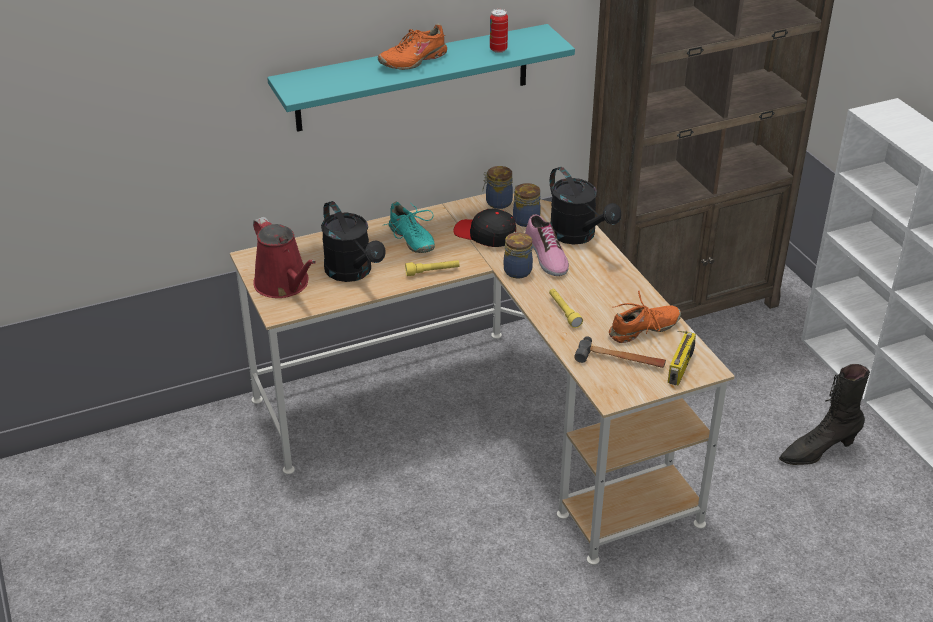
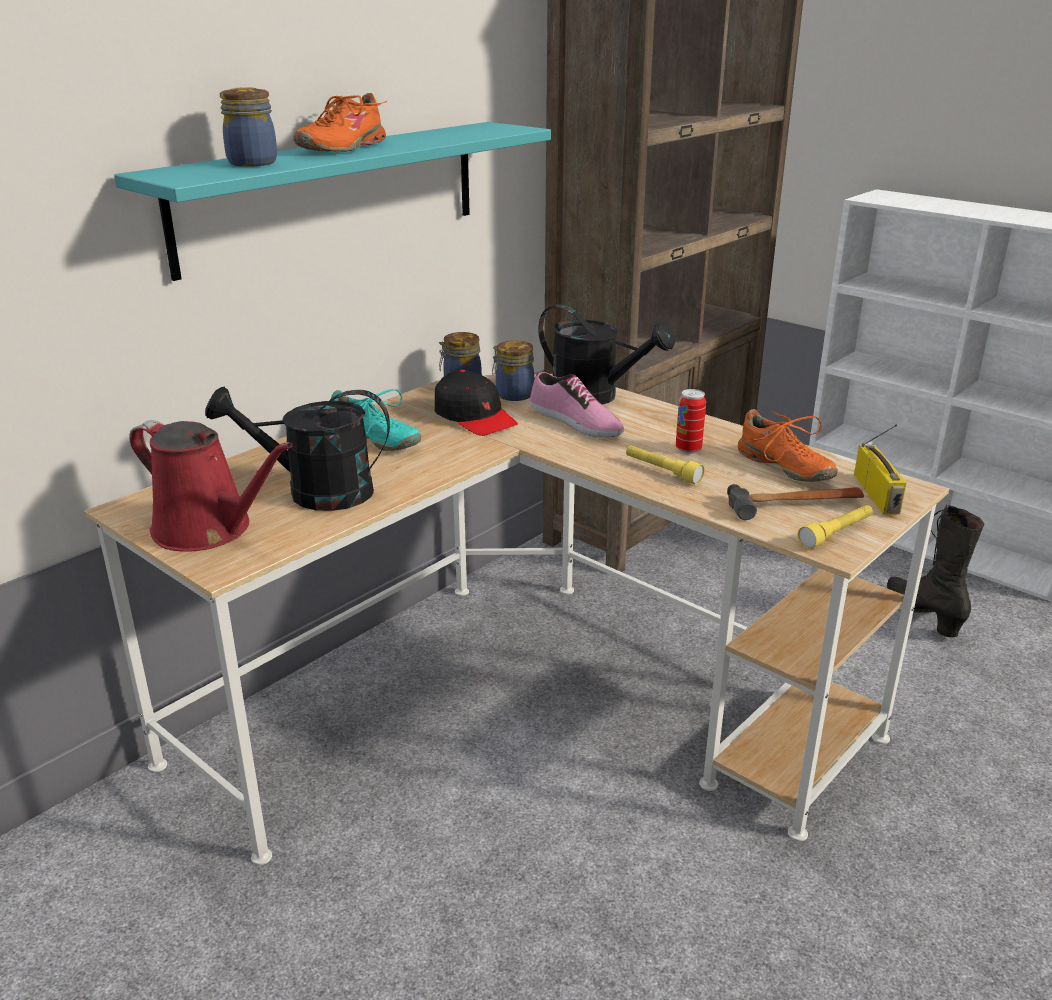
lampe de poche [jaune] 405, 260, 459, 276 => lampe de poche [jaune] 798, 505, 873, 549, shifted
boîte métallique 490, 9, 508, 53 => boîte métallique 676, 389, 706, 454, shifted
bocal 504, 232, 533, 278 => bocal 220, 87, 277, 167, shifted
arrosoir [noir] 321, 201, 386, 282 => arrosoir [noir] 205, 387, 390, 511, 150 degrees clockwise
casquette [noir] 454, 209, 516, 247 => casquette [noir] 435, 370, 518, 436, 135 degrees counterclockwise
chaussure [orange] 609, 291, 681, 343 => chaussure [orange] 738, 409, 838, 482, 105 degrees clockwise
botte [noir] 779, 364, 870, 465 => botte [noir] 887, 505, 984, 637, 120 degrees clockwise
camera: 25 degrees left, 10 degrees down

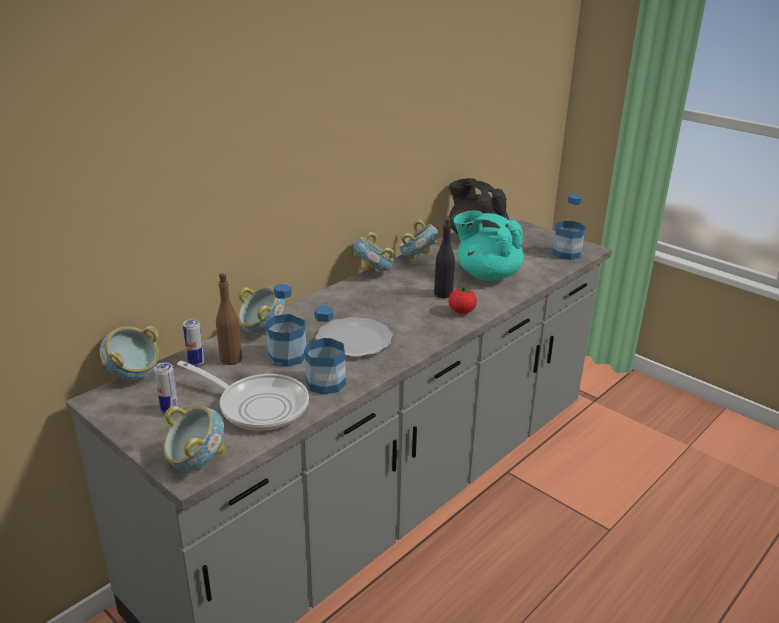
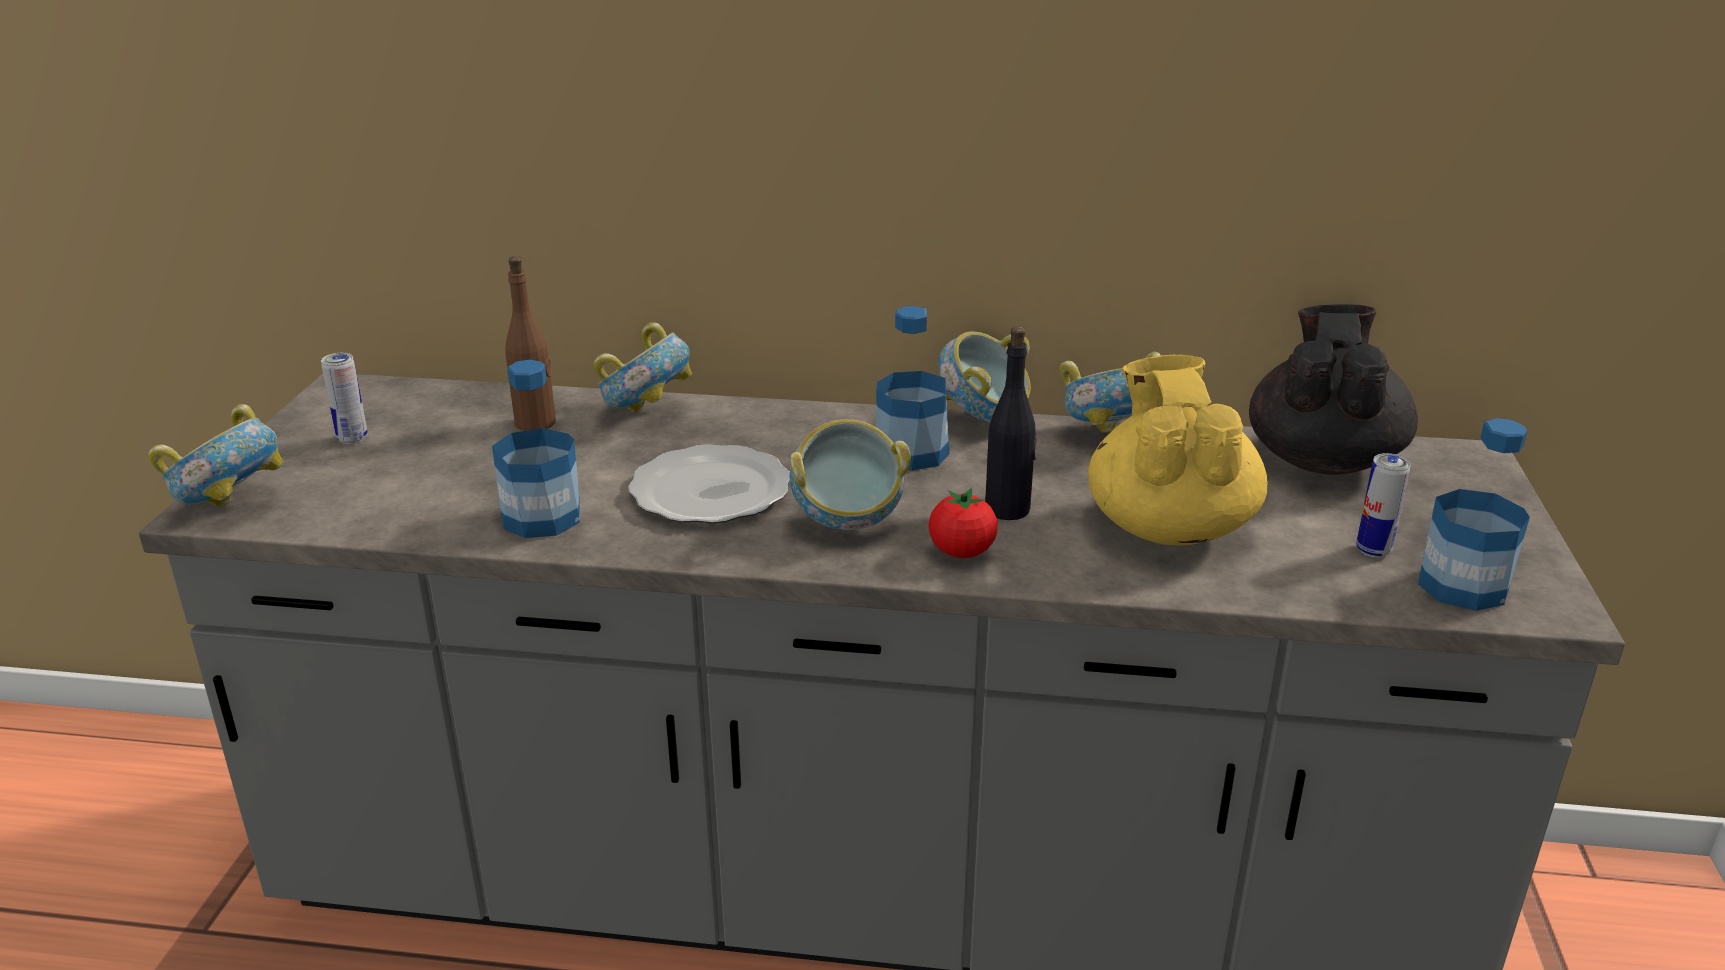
poêle 177, 361, 309, 430 => nothing
bol 100, 326, 159, 380 => bol 789, 419, 911, 530, shifted
boîte métallique 183, 319, 204, 367 => boîte métallique 1357, 453, 1411, 558, shifted
bouteille 266, 284, 306, 367 => bouteille 876, 306, 949, 471, shifted
théière [turquoise] 453, 210, 524, 281 => théière [jaune] 1088, 354, 1268, 545
camera: 55 degrees right, 0 degrees up

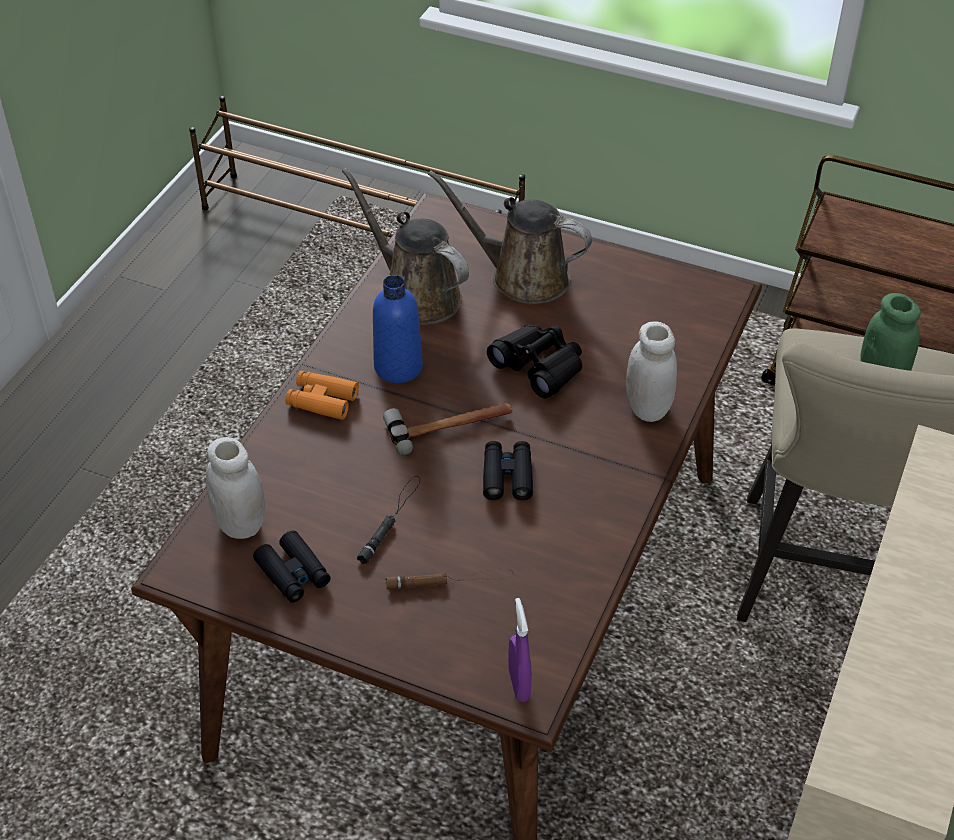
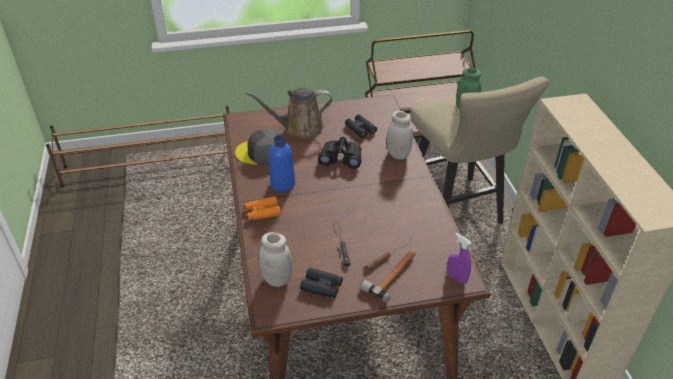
marteau 383, 403, 512, 455 => marteau 360, 250, 416, 302, shifted
jumelles [noir] 483, 441, 533, 501 => jumelles [noir] 345, 114, 377, 139, shifted
arrosoir [marron] 342, 168, 469, 325 => casquette [gris] 235, 129, 279, 166
camera: 35 degrees left, 5 degrees down

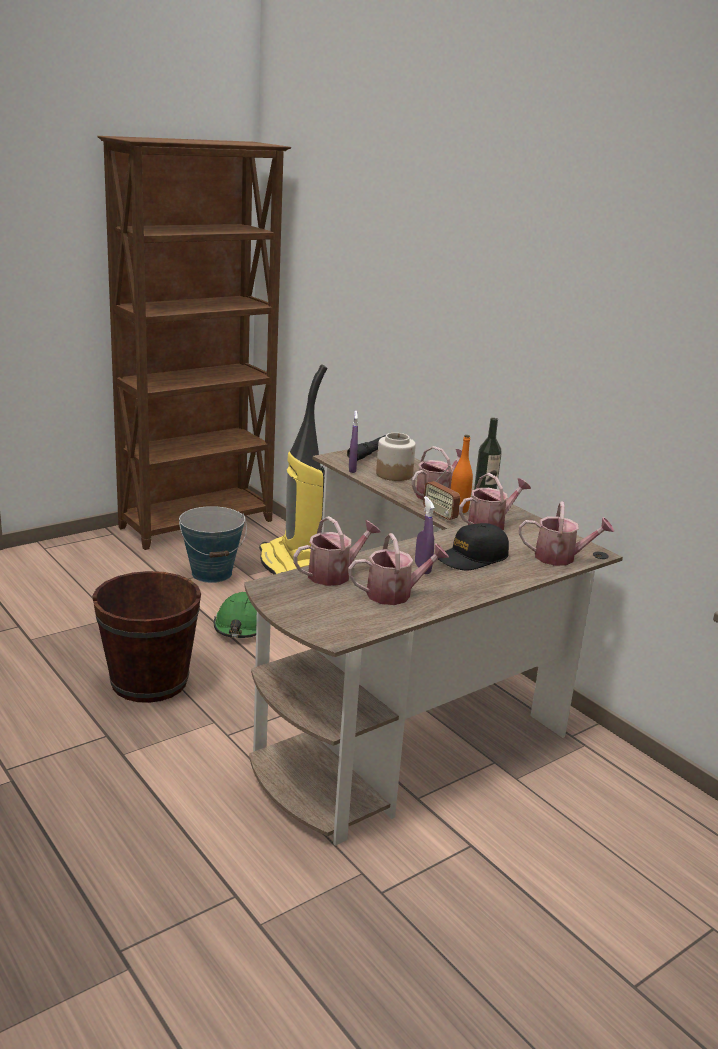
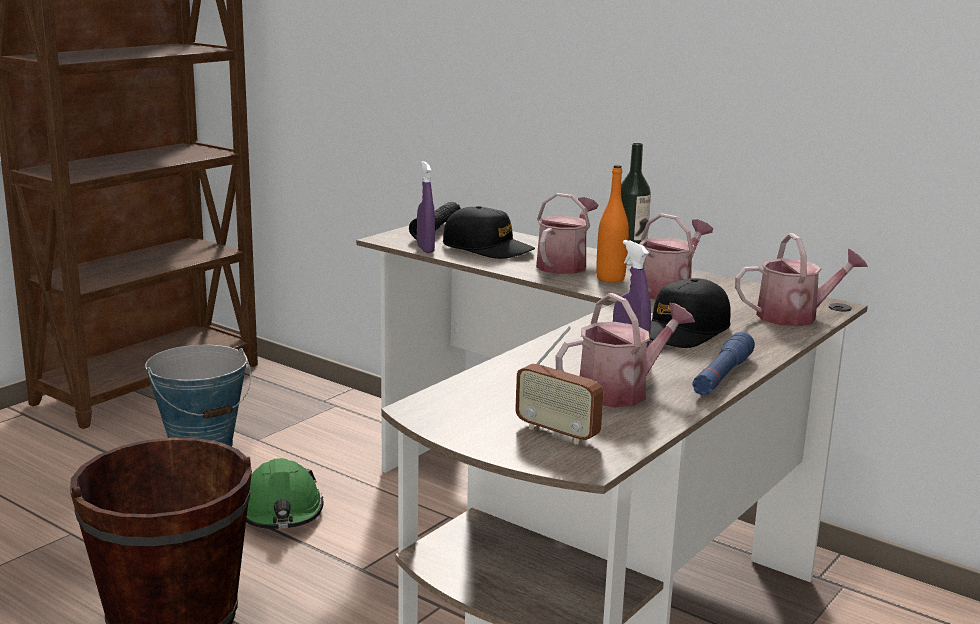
aspirateur 259, 364, 327, 574 => nothing
arrosoir 293, 516, 381, 586 => nothing
nothing => lampe de poche [bleu] 692, 332, 755, 396
radio 423, 465, 460, 522 => radio 515, 326, 603, 444, shifted
bocal 376, 433, 416, 481 => casquette [noir] 443, 206, 535, 259
camera: 15 degrees left, 5 degrees down

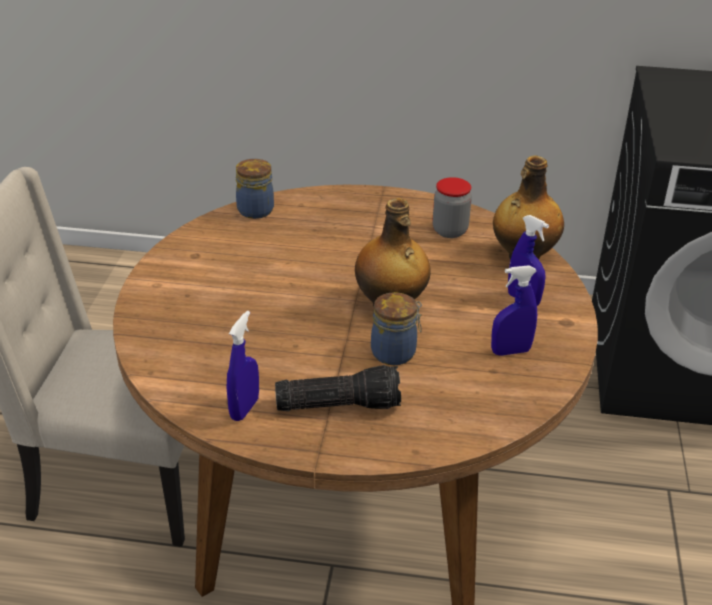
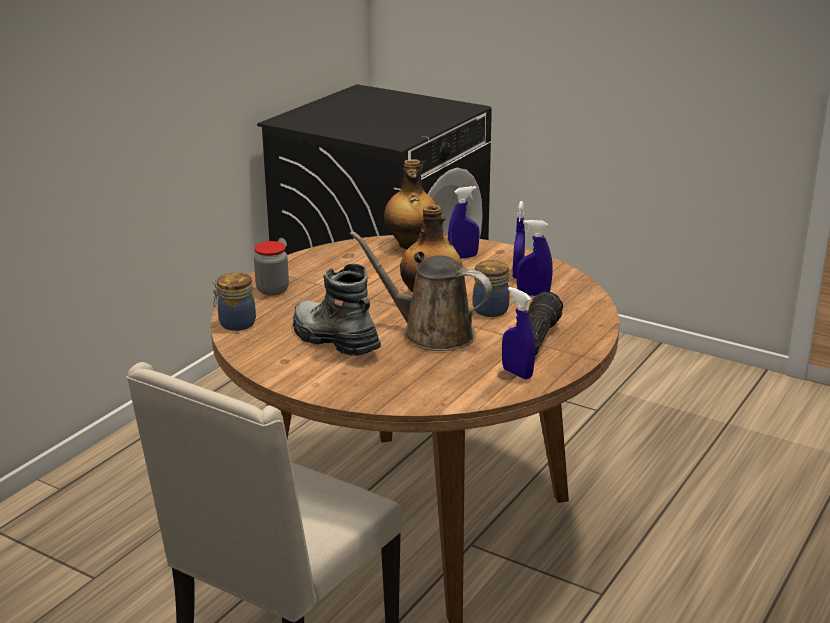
nothing => botte 293, 264, 381, 356
nothing => arrosoir [marron] 350, 231, 492, 351
nothing => vaporisateur [bleu] 517, 220, 553, 296
bocal 432, 177, 472, 238 => bocal 254, 241, 289, 296, shifted
camera: 65 degrees left, 10 degrees down

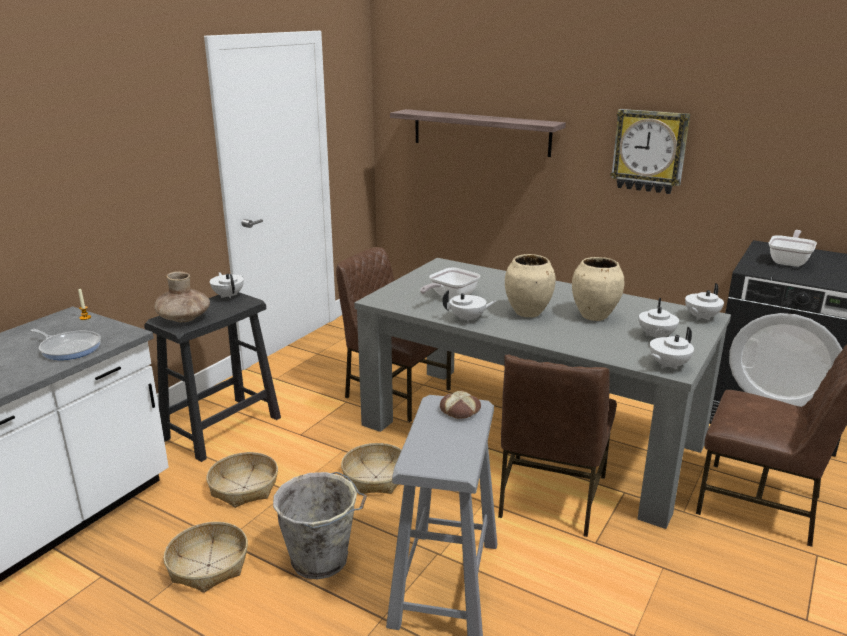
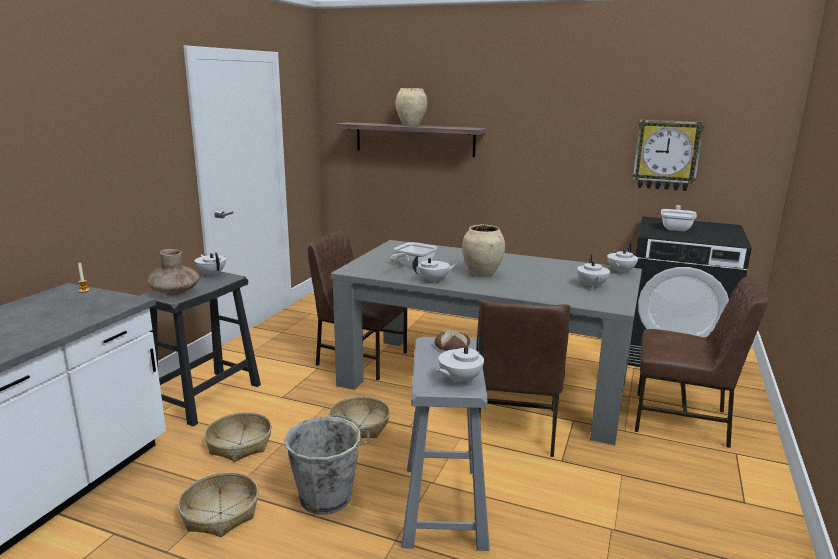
poêle 31, 329, 101, 360 => nothing
vase [beige] 572, 257, 625, 321 => vase [beige] 396, 88, 427, 126, shifted
horloge murale 611, 109, 690, 194 => horloge murale 633, 120, 705, 191, shifted
théière [blanc] 650, 327, 694, 370 => théière [blanc] 436, 337, 484, 384, shifted
camera: 10 degrees left, 5 degrees down

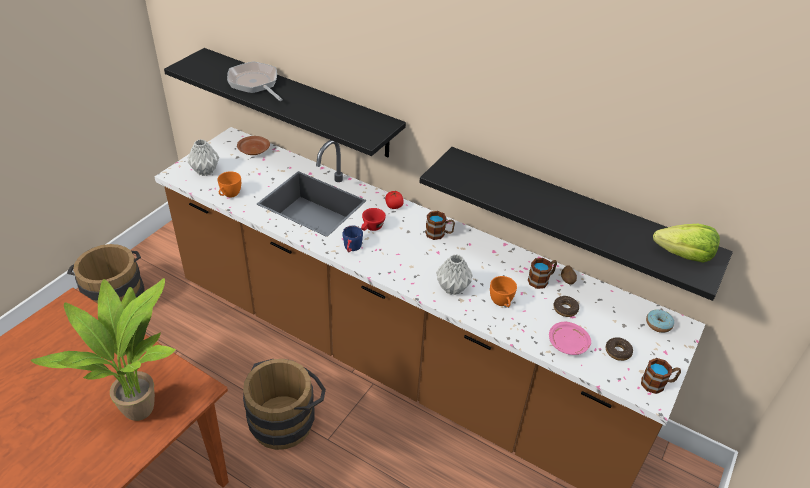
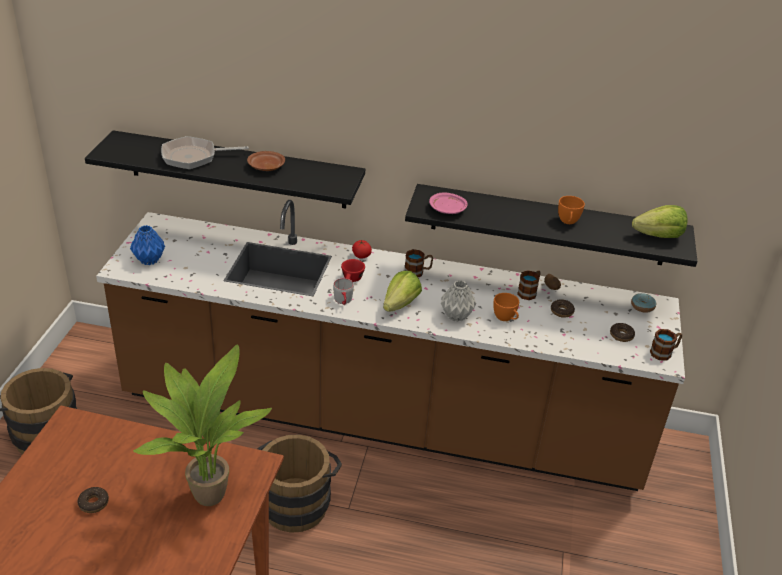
nothing => beignet 77, 487, 109, 513
nothing => laitue 383, 271, 422, 312
tasse [orange] 217, 171, 241, 197 => tasse [orange] 558, 196, 585, 224, shifted
assiette [marron] 237, 136, 270, 155 => assiette [marron] 247, 151, 285, 171, shifted
assiette [rose] 549, 322, 591, 355 => assiette [rose] 429, 193, 468, 214, shifted
vase [gris] 188, 139, 219, 176 => vase [bleu] 130, 225, 165, 265
mug [bleu] 343, 225, 363, 252 => mug [gris] 333, 278, 354, 305
poêle 227, 61, 283, 101 => poêle 161, 136, 249, 170, 45 degrees counterclockwise
camera: 20 degrees left, 5 degrees down

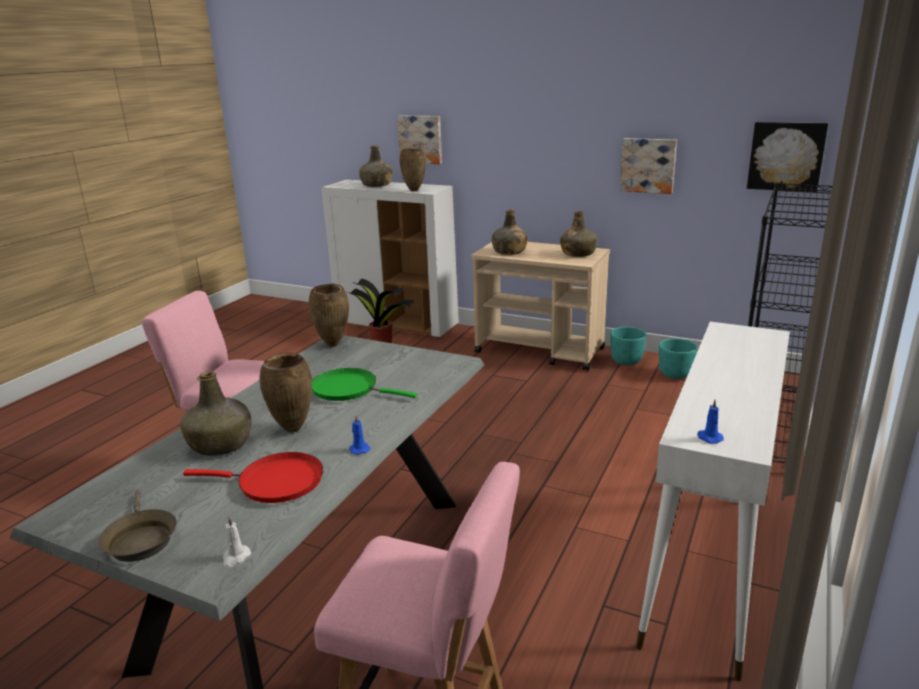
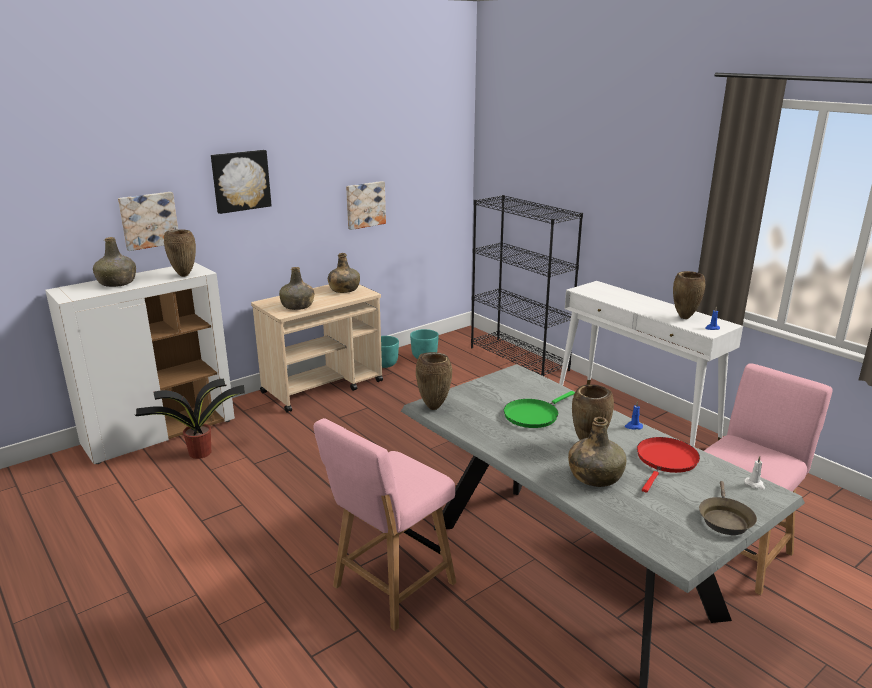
nothing => vase [marron] 673, 271, 705, 319
tableau 747, 122, 828, 192 => tableau 211, 150, 272, 214, shifted
poêle [marron] 98, 490, 177, 562 => poêle [marron] 699, 481, 757, 535, 105 degrees clockwise
camera: 65 degrees left, 0 degrees up

